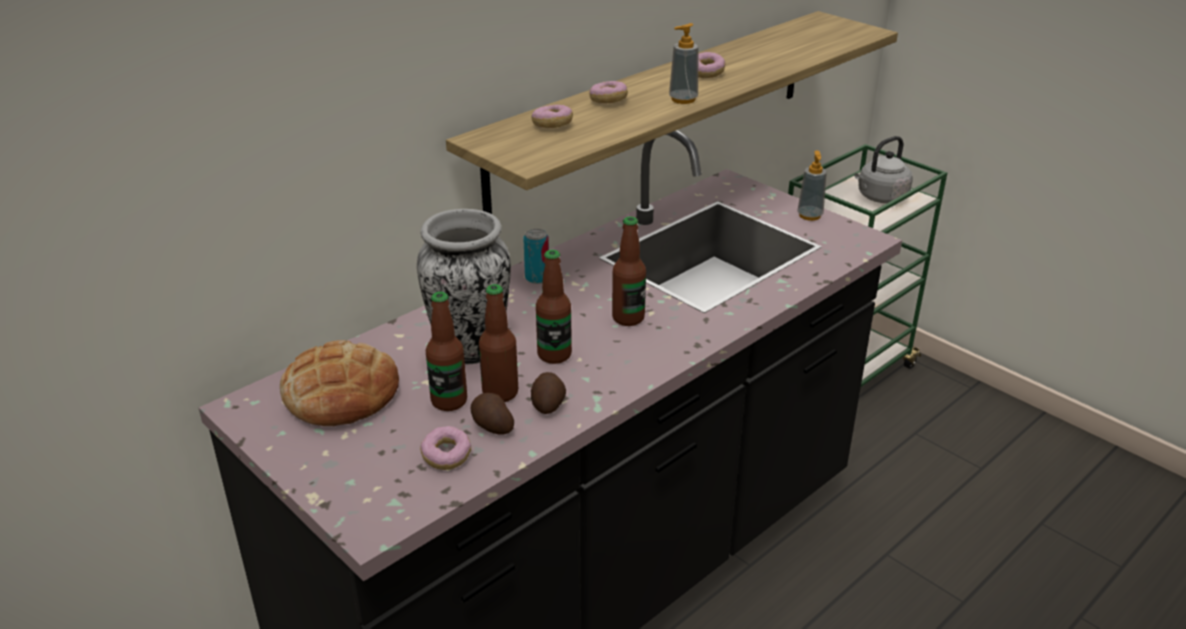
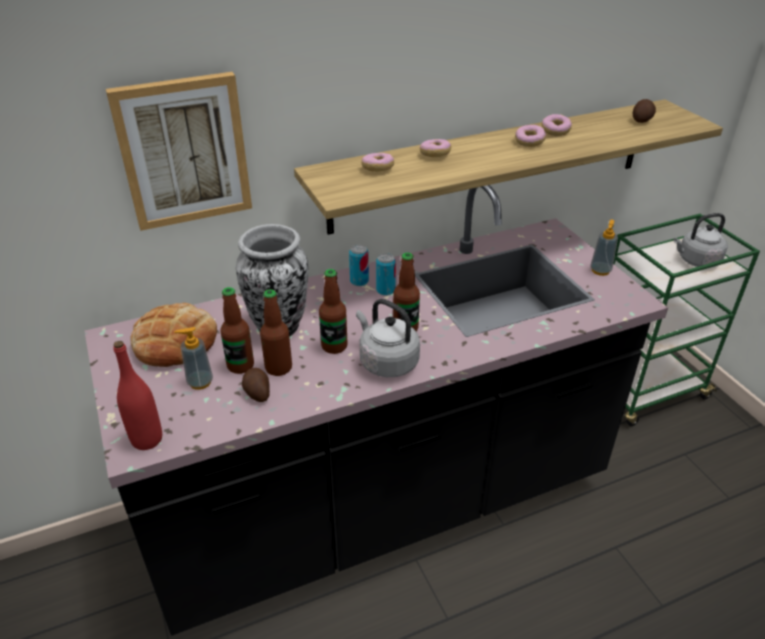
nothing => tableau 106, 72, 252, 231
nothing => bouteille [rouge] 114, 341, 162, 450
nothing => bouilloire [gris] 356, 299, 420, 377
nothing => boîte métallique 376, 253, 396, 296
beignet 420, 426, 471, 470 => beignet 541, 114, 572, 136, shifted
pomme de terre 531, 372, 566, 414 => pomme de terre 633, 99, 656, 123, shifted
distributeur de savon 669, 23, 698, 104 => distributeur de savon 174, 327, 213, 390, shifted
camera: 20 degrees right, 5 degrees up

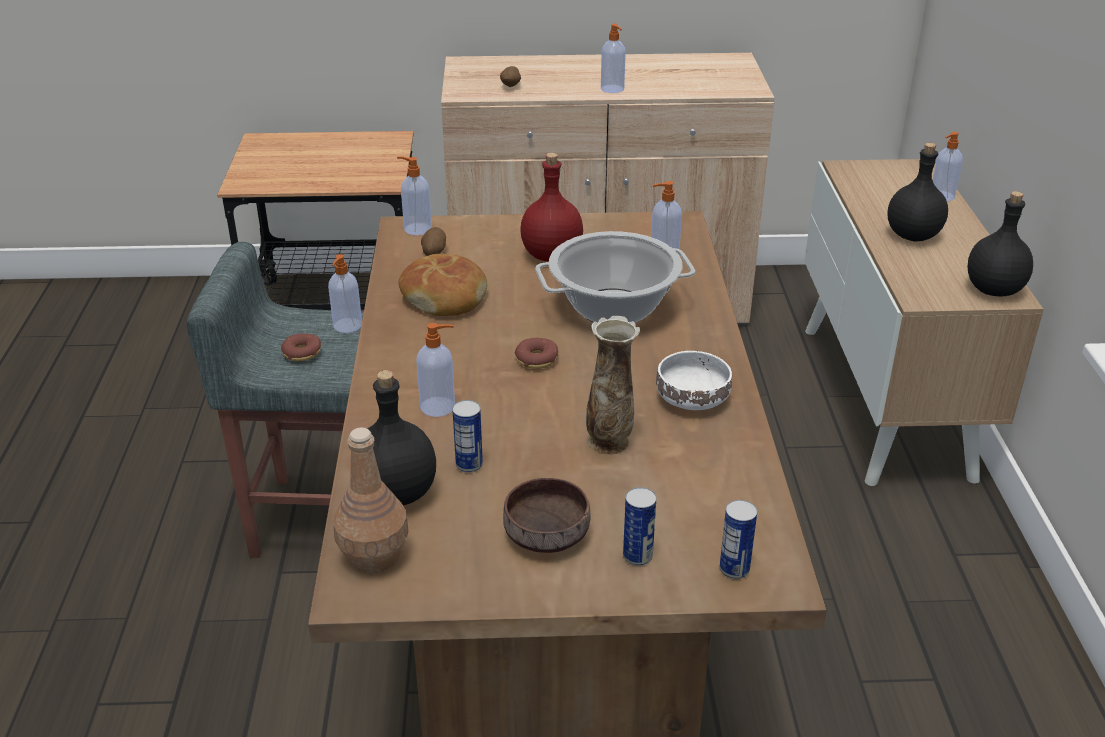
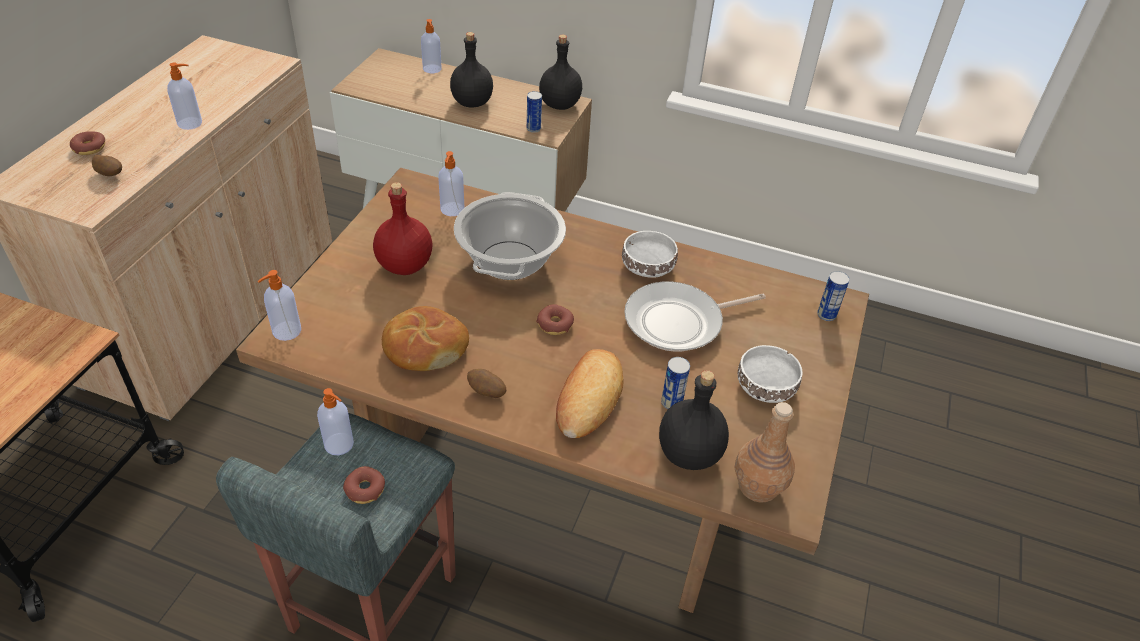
nothing => beignet 70, 131, 105, 155
pomme de terre 421, 227, 446, 256 => pomme de terre 467, 369, 506, 398, shifted
boîte métallique 623, 487, 656, 566 => boîte métallique 527, 91, 542, 133, shifted
distributeur de savon 416, 323, 455, 417 => pain 556, 349, 623, 438
vase 586, 316, 640, 455 => poêle 624, 282, 766, 352
bol [marron] 503, 478, 591, 553 => bol [blanc] 738, 345, 803, 403
camera: 70 degrees left, 10 degrees up

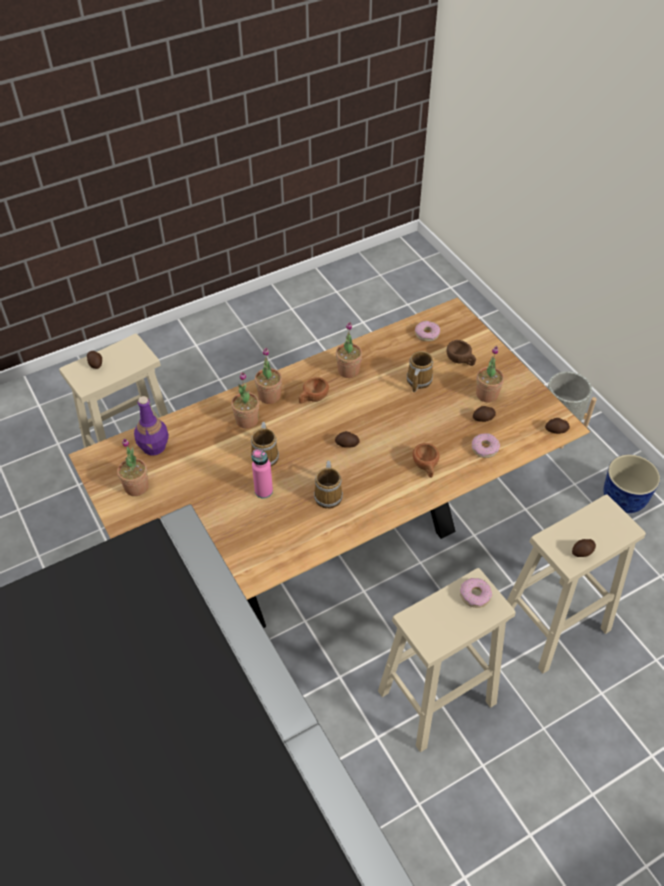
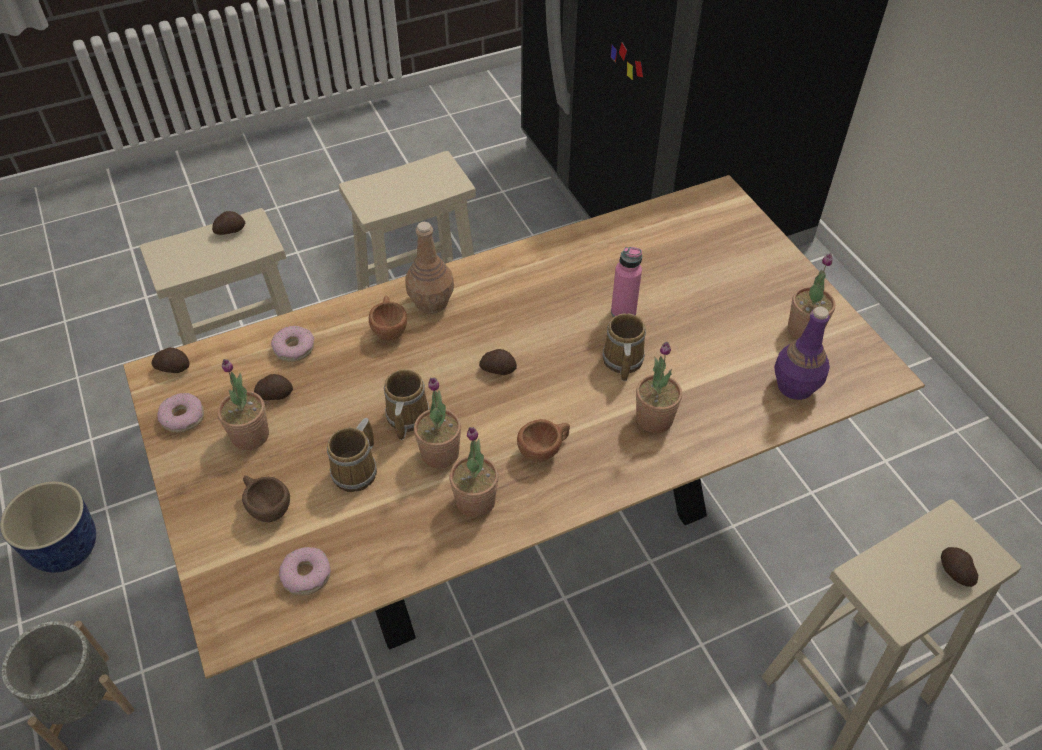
nothing => bouteille [marron] 405, 222, 454, 314
plante en pot 255, 347, 282, 404 => plante en pot 414, 378, 461, 469, shifted
mug 314, 461, 343, 509 => mug 384, 369, 430, 440, shifted
beignet 460, 578, 492, 608 => beignet 157, 393, 204, 433, shifted
camera: 175 degrees left, 0 degrees up

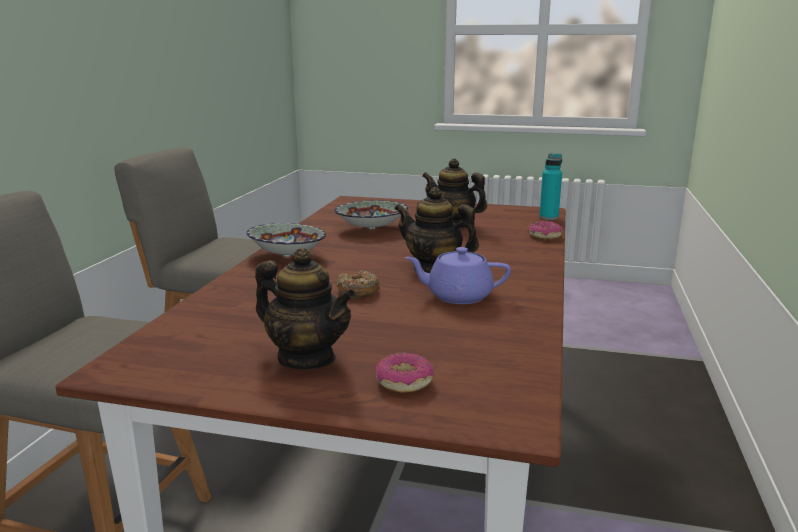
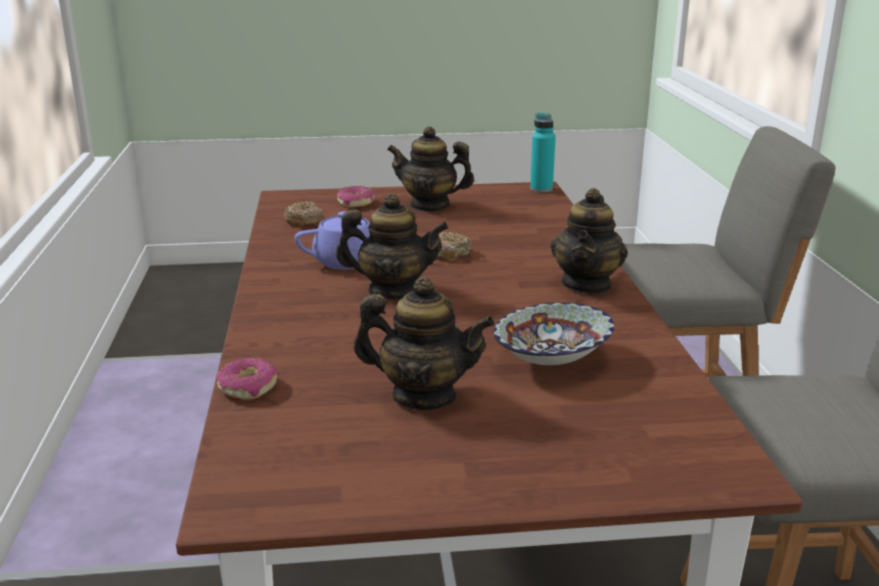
nothing => beignet 284, 202, 323, 227
bouteille [turquoise] 539, 153, 562, 220 => bouteille [turquoise] 530, 113, 556, 192, shifted
bol 247, 223, 326, 257 => théière 551, 188, 628, 294
camera: 160 degrees right, 5 degrees up

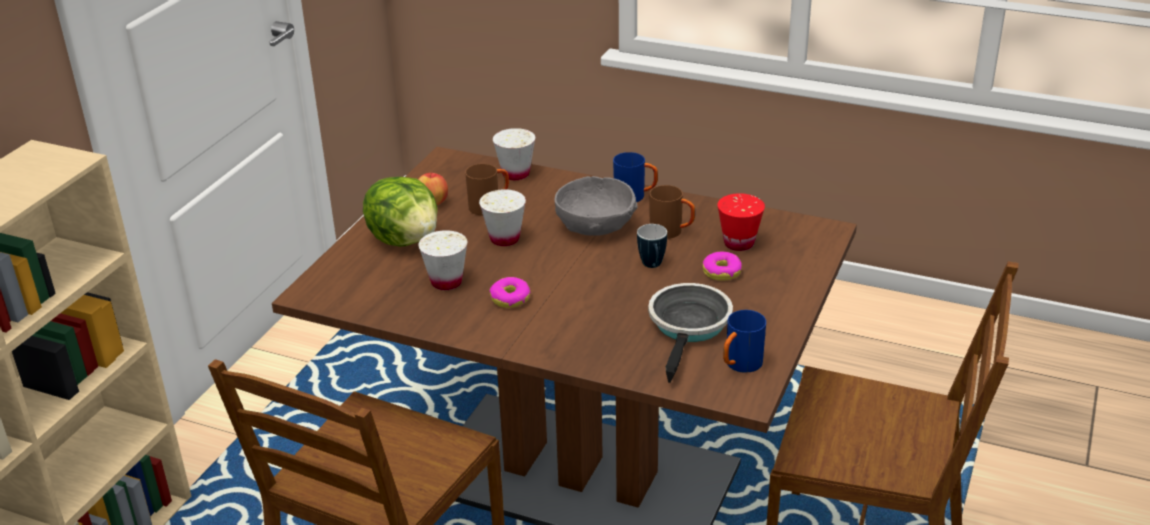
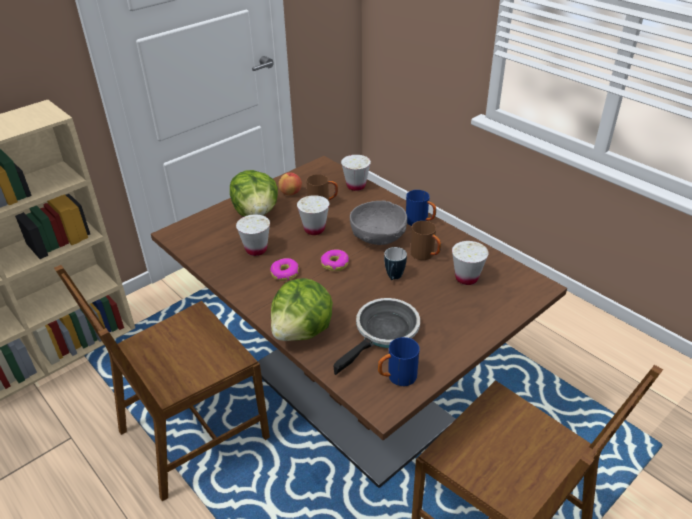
nothing => laitue 271, 278, 333, 341
beignet 702, 252, 742, 281 => beignet 321, 249, 349, 271, shifted
tasse [rouge] 717, 193, 765, 251 => tasse [blanc] 452, 241, 489, 285
camera: 25 degrees right, 5 degrees up

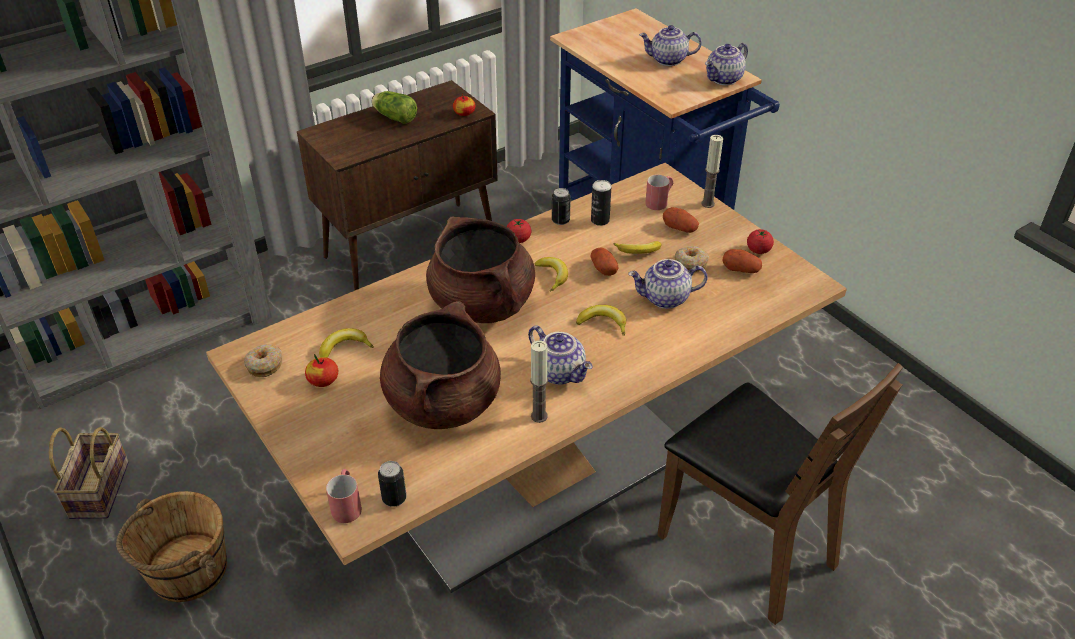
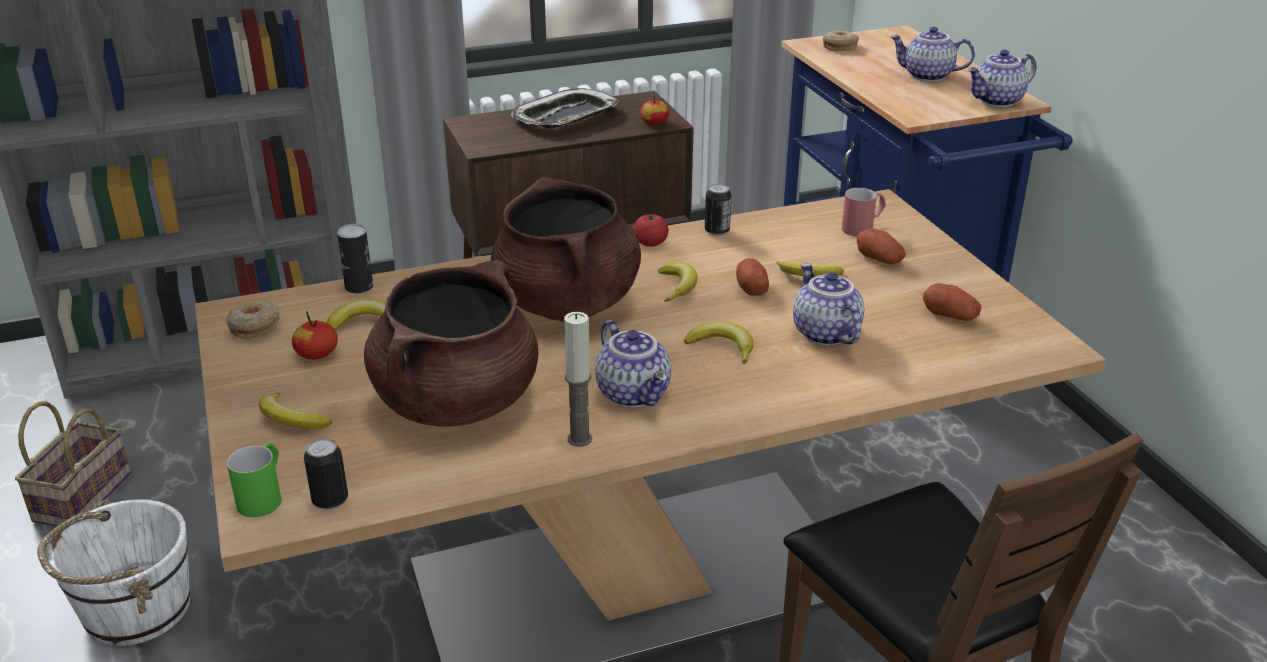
bougie 701, 135, 723, 208 => nothing
tomate 747, 229, 774, 254 => nothing
nothing => banane 259, 392, 332, 429
boîte métallique 591, 180, 611, 226 => boîte métallique 337, 224, 373, 293, shifted
beignet 675, 246, 709, 273 => beignet 823, 31, 859, 51, shifted
laitue 371, 91, 417, 124 => plateau 511, 88, 619, 128
seau [marron] 116, 491, 227, 602 => seau [blanc] 37, 499, 190, 646
mug [rouge] 326, 469, 362, 523 => mug [vert] 227, 443, 281, 517
théière 628, 259, 707, 309 => théière 793, 263, 864, 346, 60 degrees clockwise
camera: 15 degrees right, 10 degrees down

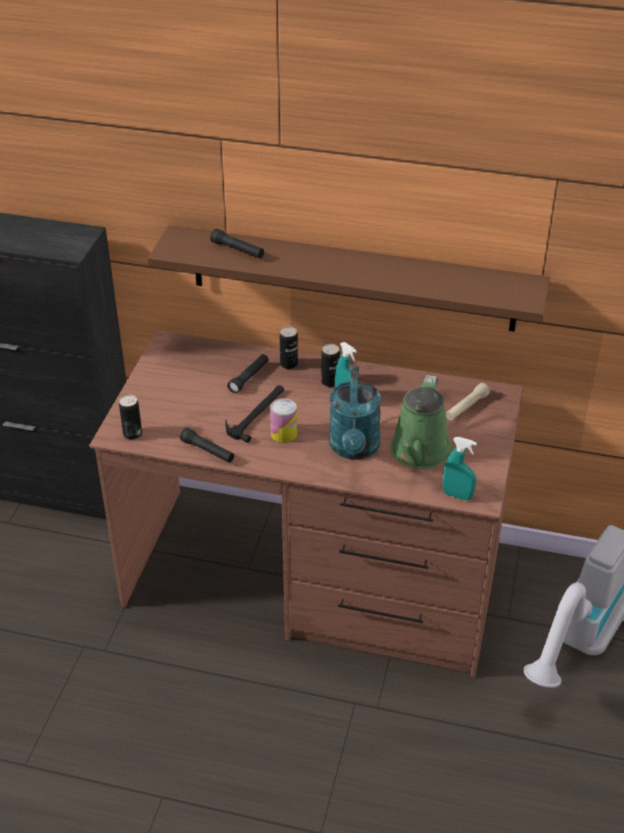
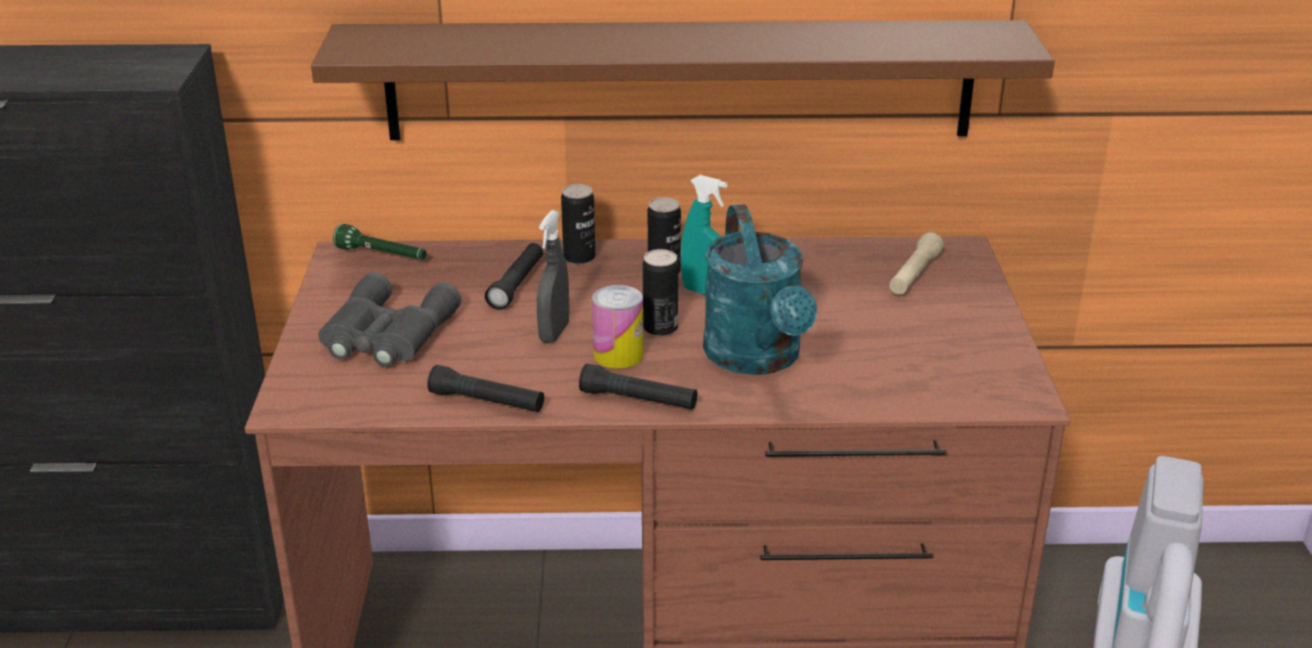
arrosoir [vert] 390, 375, 452, 469 => nothing
vaporisateur [turquoise] 443, 437, 477, 500 => nothing
nothing => jumelles [gris] 318, 272, 461, 367
nothing => lampe de poche [vert] 333, 224, 427, 260
boîte métallique 119, 395, 142, 439 => boîte métallique 643, 249, 678, 336, shifted
lampe de poche [noir] 210, 229, 264, 259 => lampe de poche [noir] 579, 364, 697, 410, shifted
marteau 225, 385, 284, 443 => vaporisateur [gris] 537, 210, 570, 343
camera: 15 degrees left, 10 degrees down

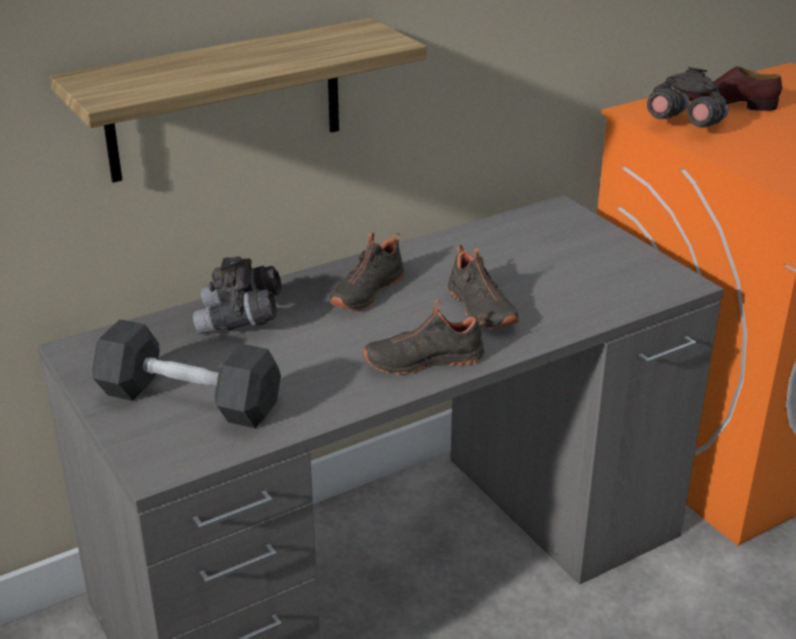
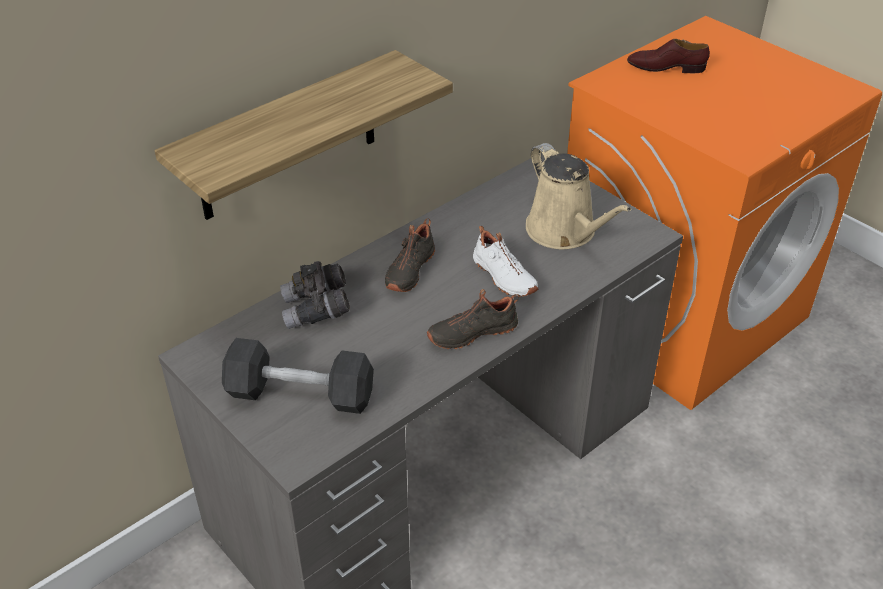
jumelles [gris] 647, 67, 729, 128 => nothing
nothing => arrosoir [beige] 526, 143, 632, 249
chaussure [noir] 448, 245, 519, 328 => chaussure [blanc] 473, 226, 538, 297
camera: 10 degrees left, 10 degrees up

